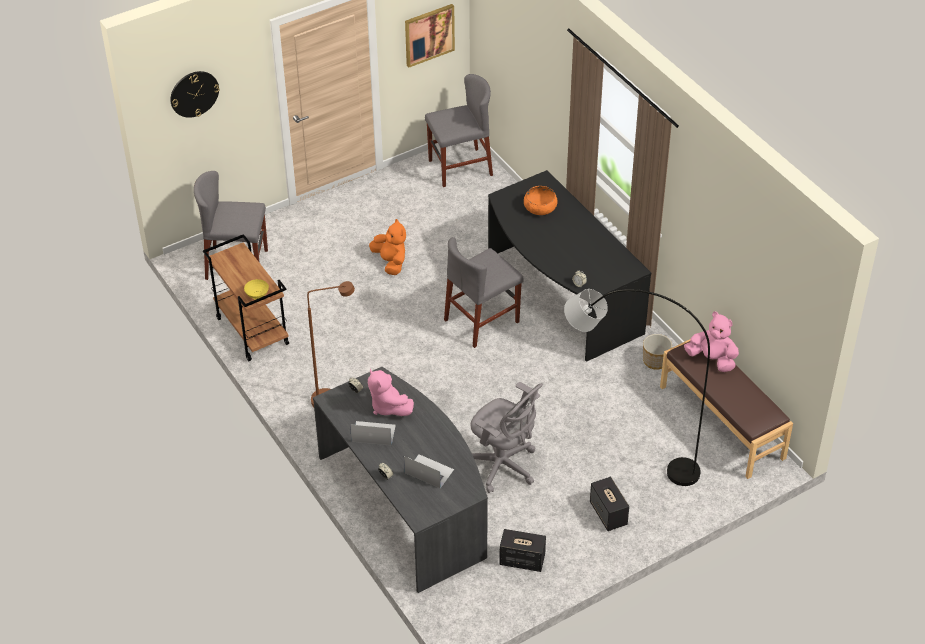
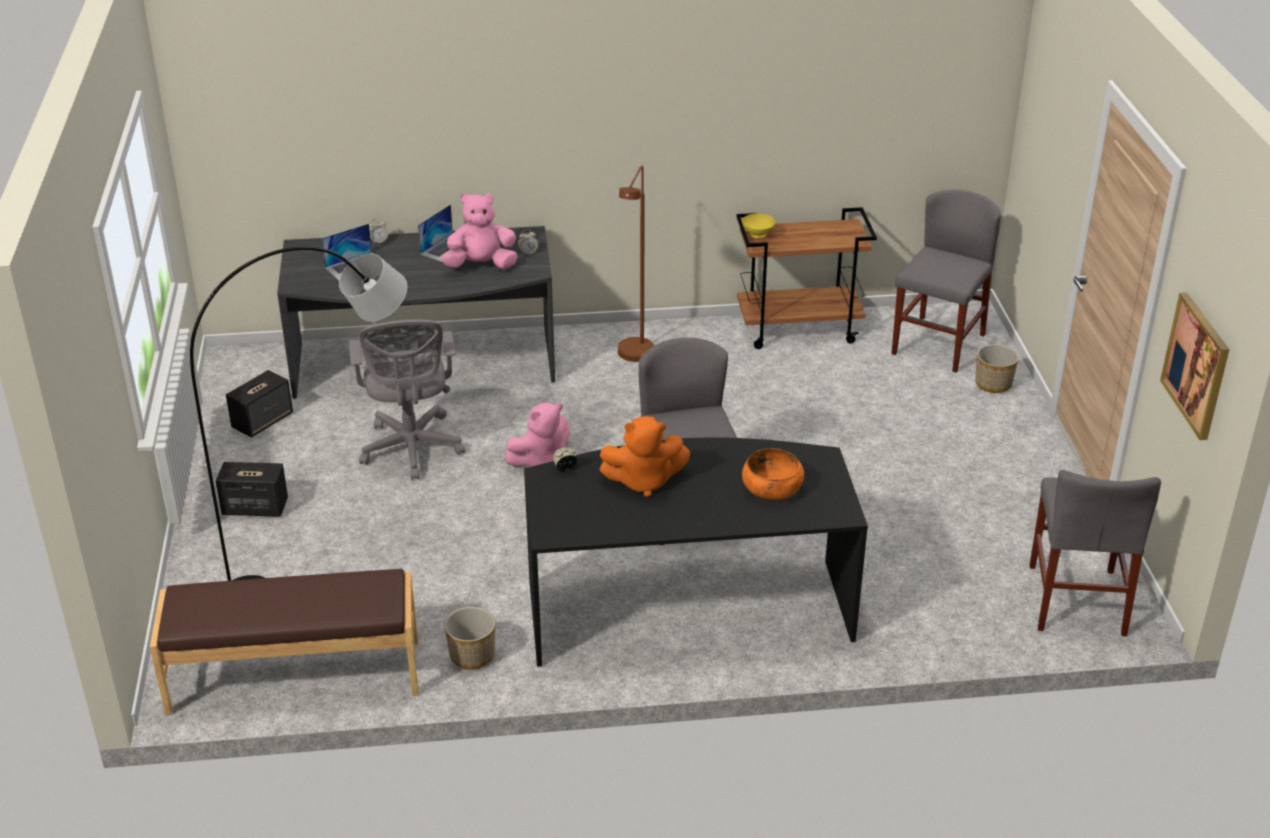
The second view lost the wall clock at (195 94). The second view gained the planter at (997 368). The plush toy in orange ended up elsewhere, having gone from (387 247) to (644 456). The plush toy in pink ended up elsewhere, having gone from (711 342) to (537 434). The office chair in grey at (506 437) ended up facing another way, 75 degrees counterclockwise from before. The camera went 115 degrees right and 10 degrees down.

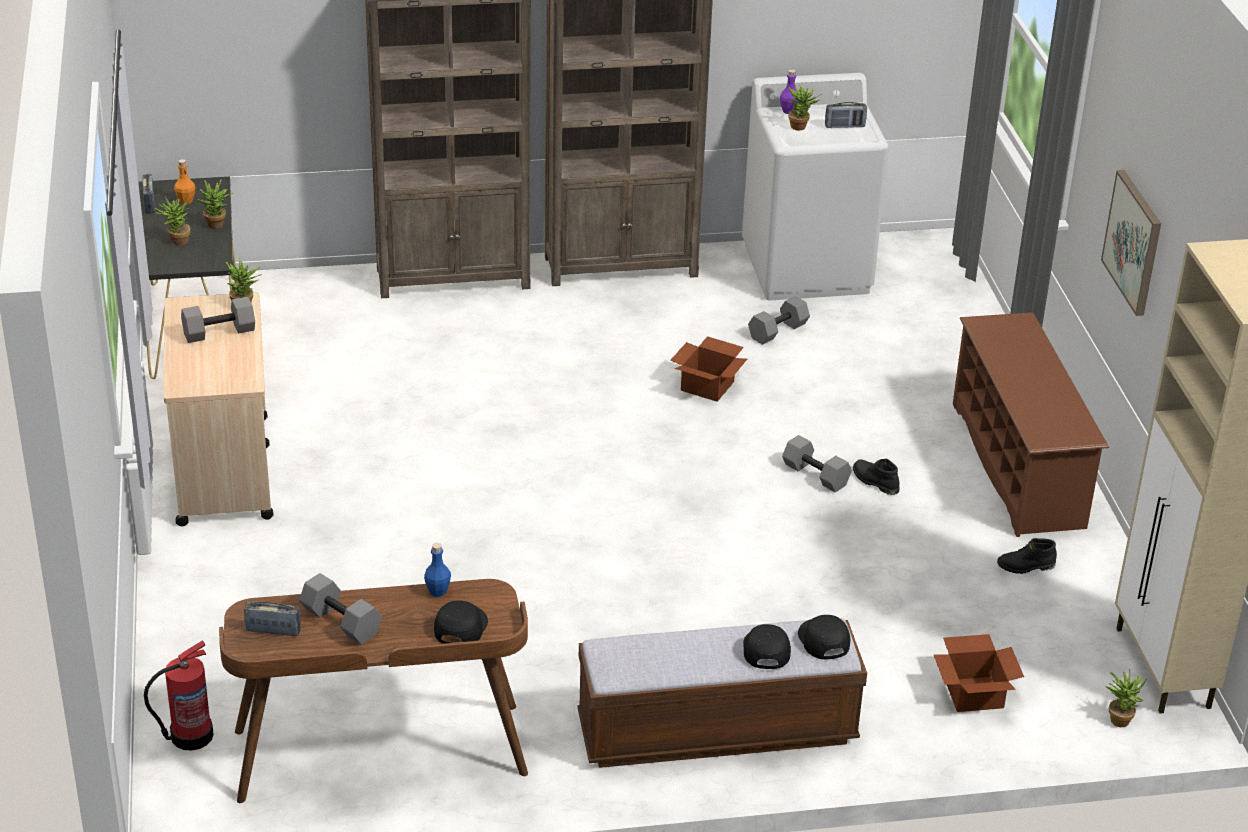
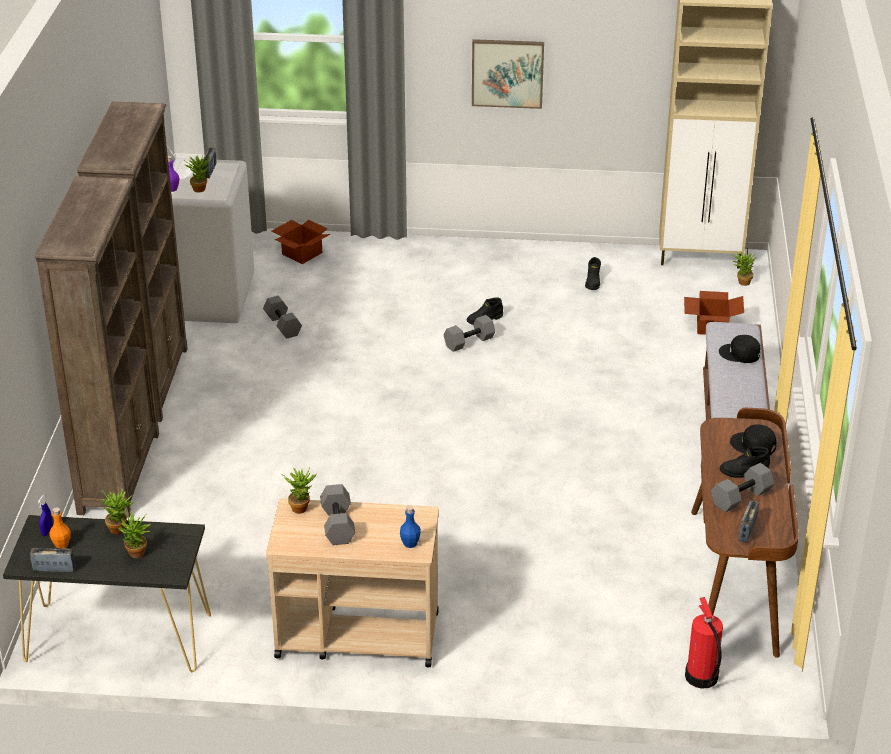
The second view lost the cap in black at (824 637). The second view lost the shoe rack in brown at (1031 424). The second view gained the spray bottle in blue at (45 515). The second view gained the boot in black at (745 462). The bottle in blue ended up elsewhere, having gone from (437 570) to (410 526). The cardboard box ended up elsewhere, having gone from (708 369) to (301 242). The camera went 75 degrees left and 0 degrees up.

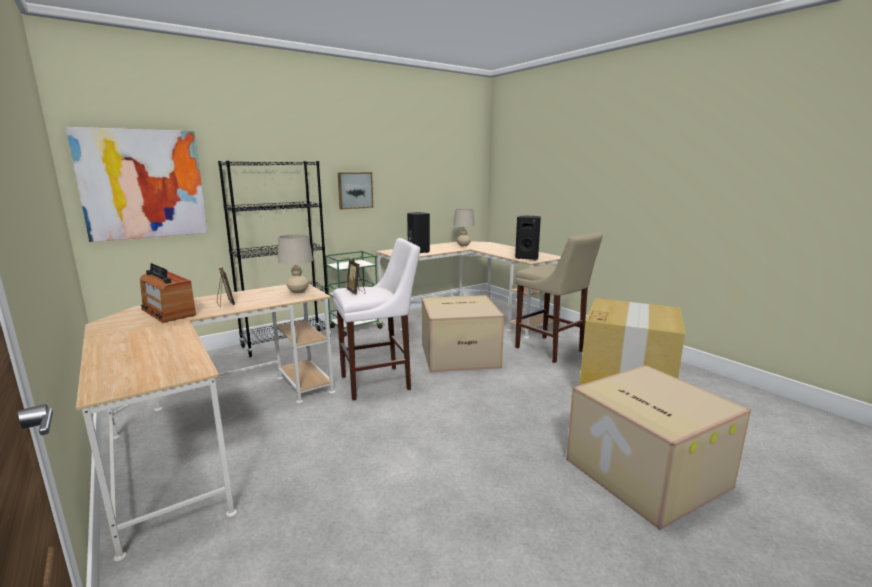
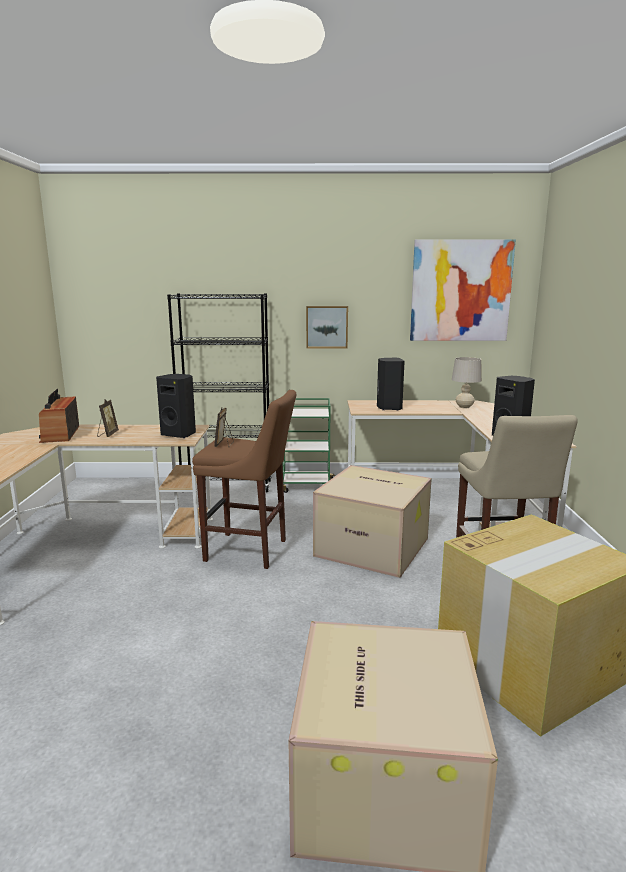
The picture ended up elsewhere, having gone from (137 184) to (463 290). Where the table lamp in beige stood at (295 264), the speaker in black came to stand at (176 406). What was the stool in white at (376 319) turned into the stool in brown at (244 479). The camera went 35 degrees right and 0 degrees up.

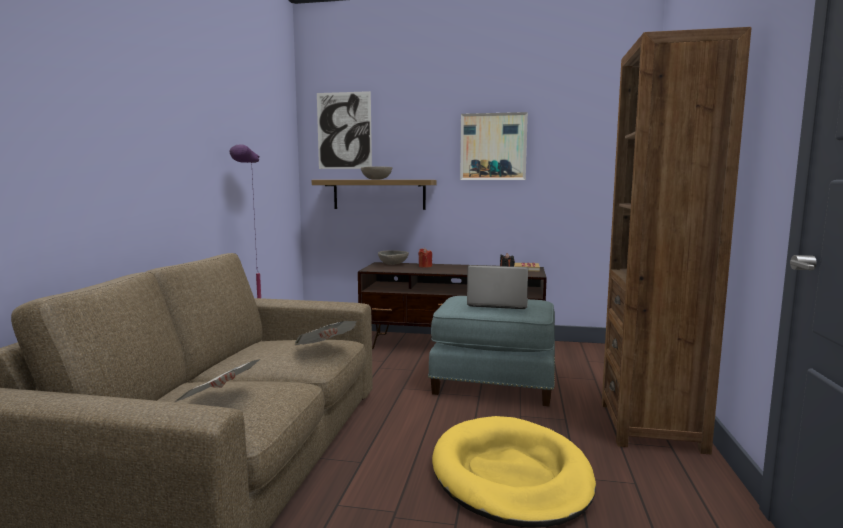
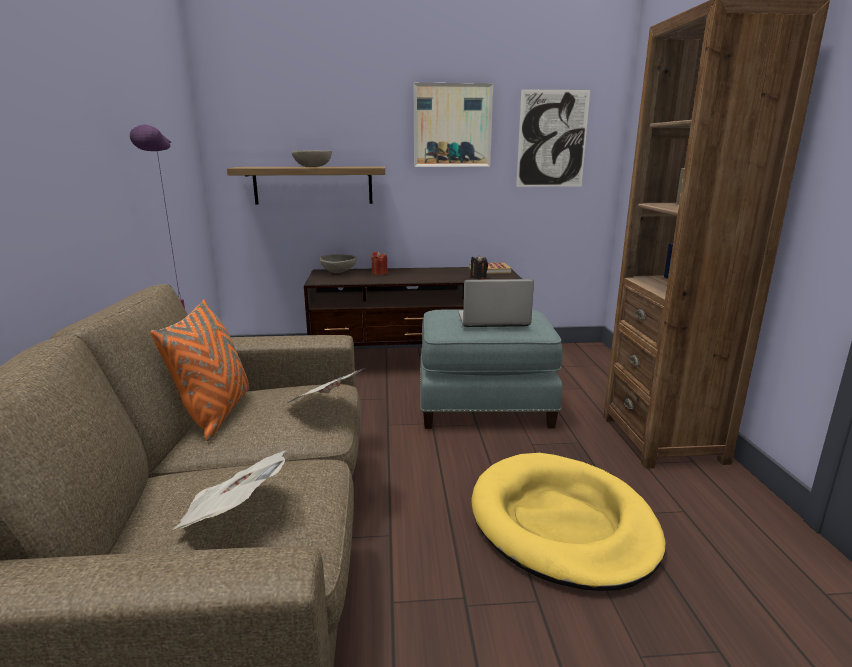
The second view gained the pillow in orange at (199 370). The picture ended up elsewhere, having gone from (344 130) to (553 138). The camera went 15 degrees left and 10 degrees up.

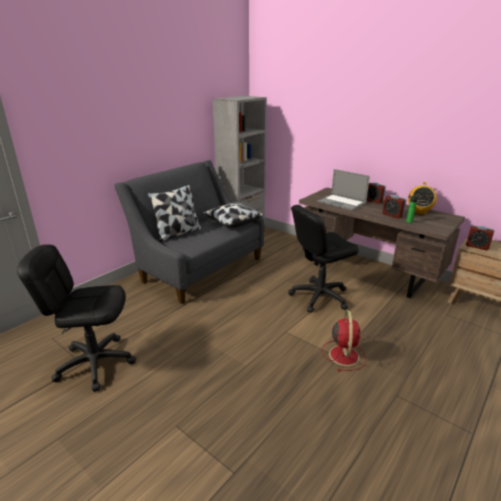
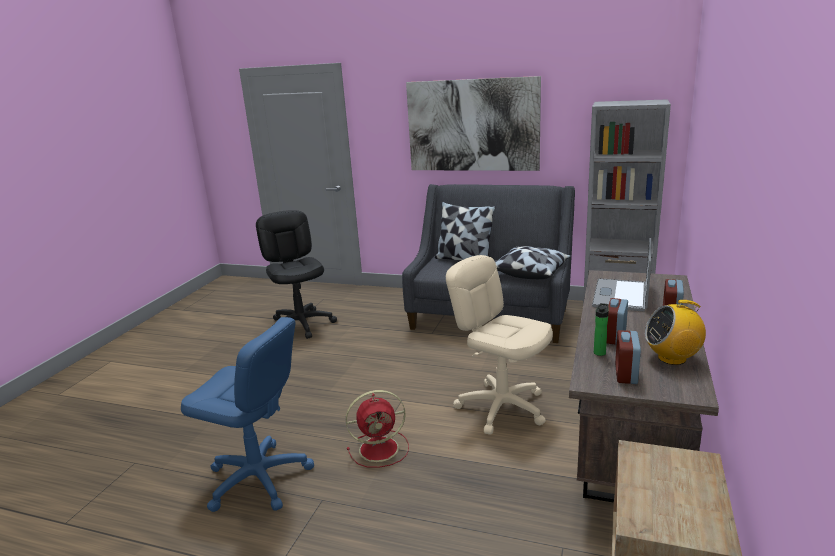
The second view gained the office chair in blue at (247 414). The second view gained the picture at (473 123). The alarm clock ended up elsewhere, having gone from (480 237) to (628 357). What was the office chair in black at (323 259) turned into the office chair in beige at (499 345). The camera went 70 degrees right and 5 degrees down.

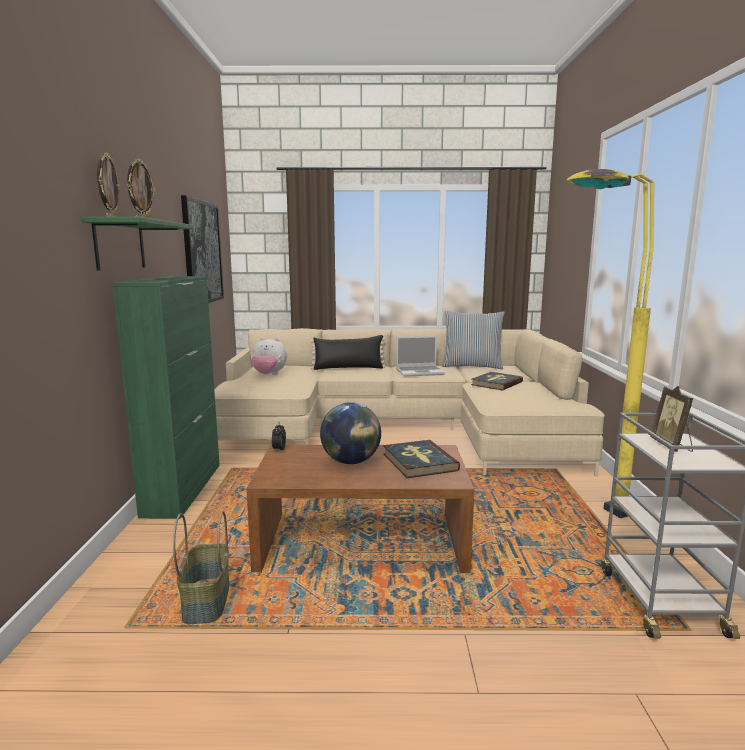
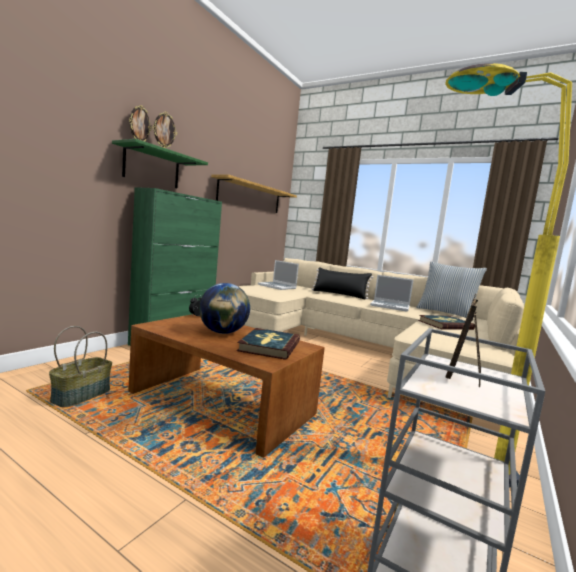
Where the picture hung at (202 249), the shelf came to hang at (254 193). Where the plush toy stood at (269 356), the laptop came to stand at (278 275). The camera went 30 degrees right and 5 degrees down.

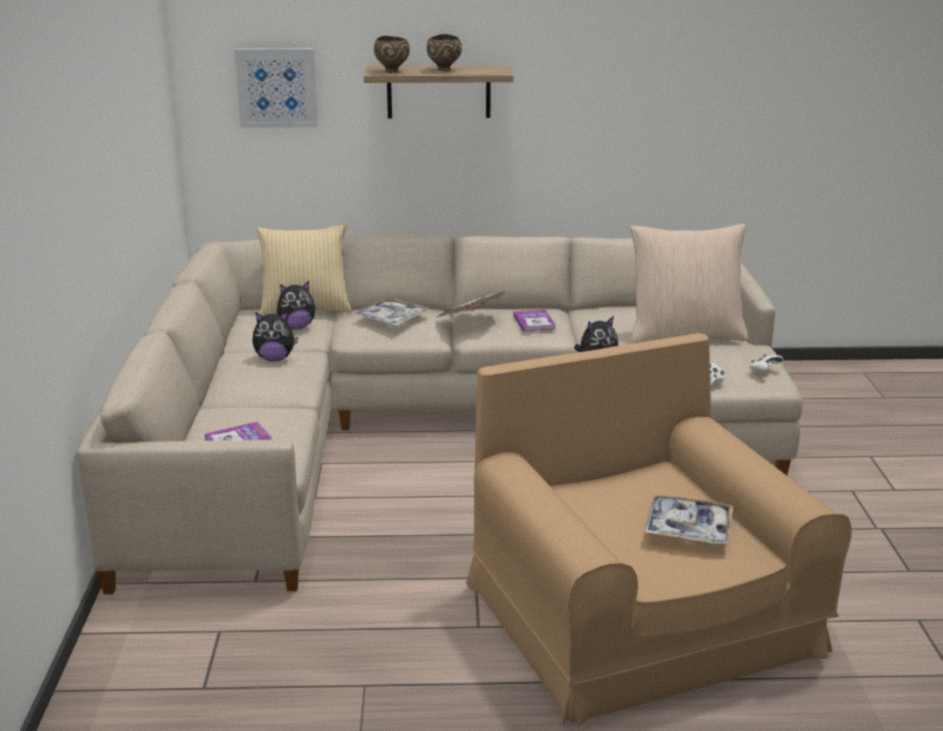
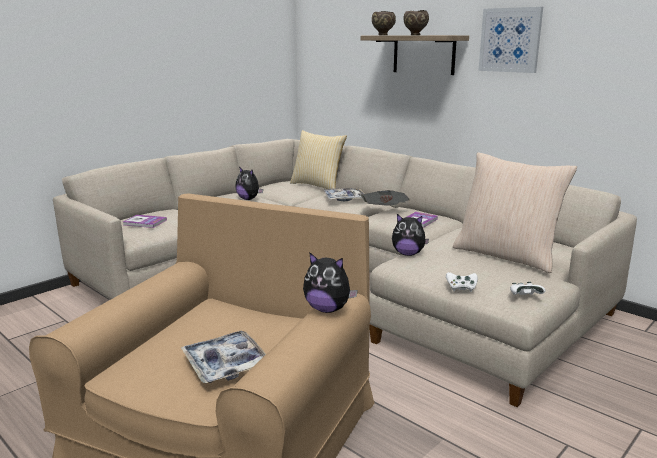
The picture ended up elsewhere, having gone from (276 88) to (510 40). The plush toy ended up elsewhere, having gone from (296 305) to (330 282). The camera went 45 degrees right and 5 degrees down.

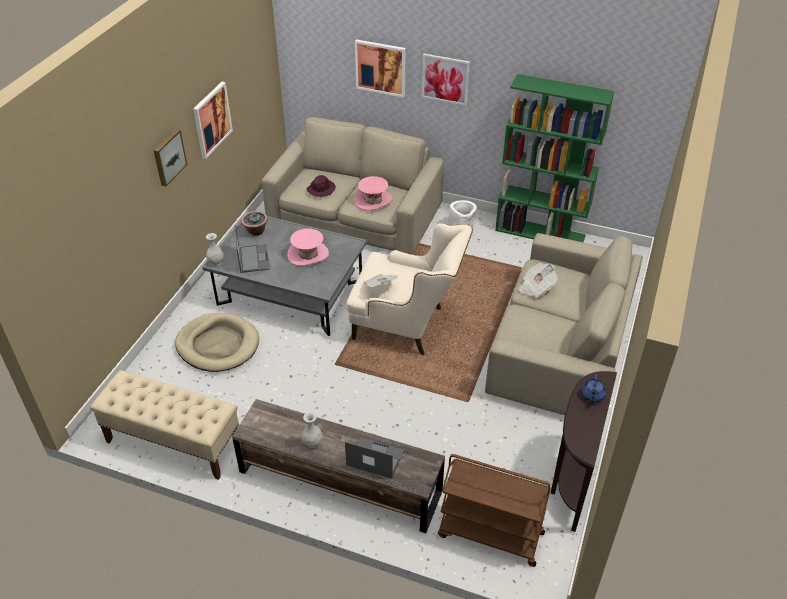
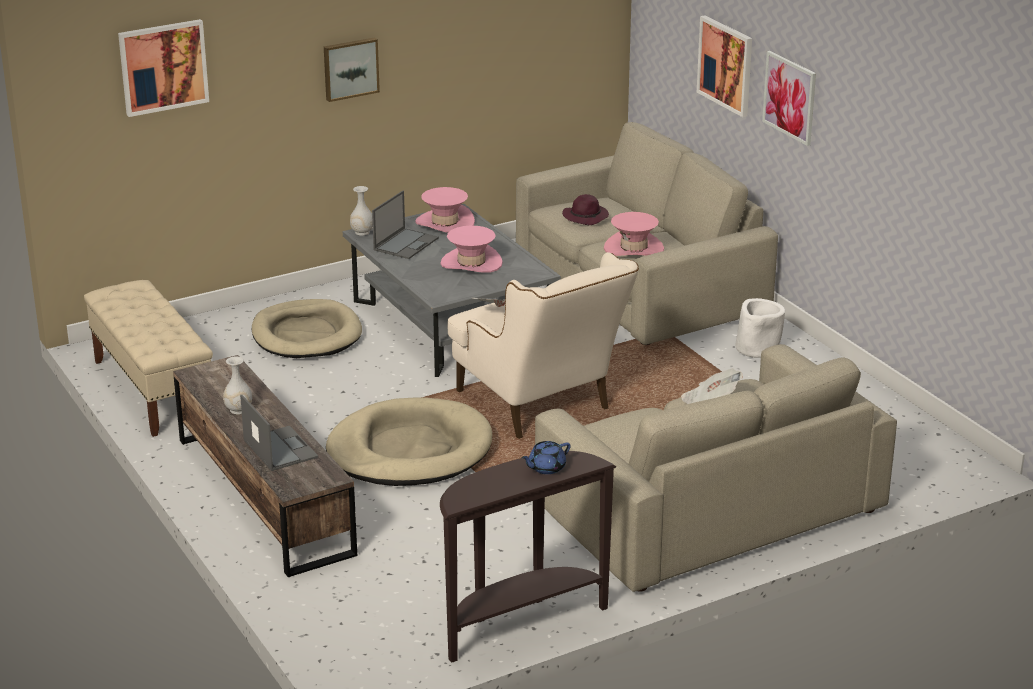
The second view lost the cart in brown at (494 510). The second view lost the bookcase in green at (554 158). The second view gained the dog bed in beige at (409 442). The picture ended up elsewhere, having gone from (213 120) to (163 68). Where the potted plant stood at (254 223), the hat in pink came to stand at (445 210). The camera went 40 degrees right and 15 degrees down.

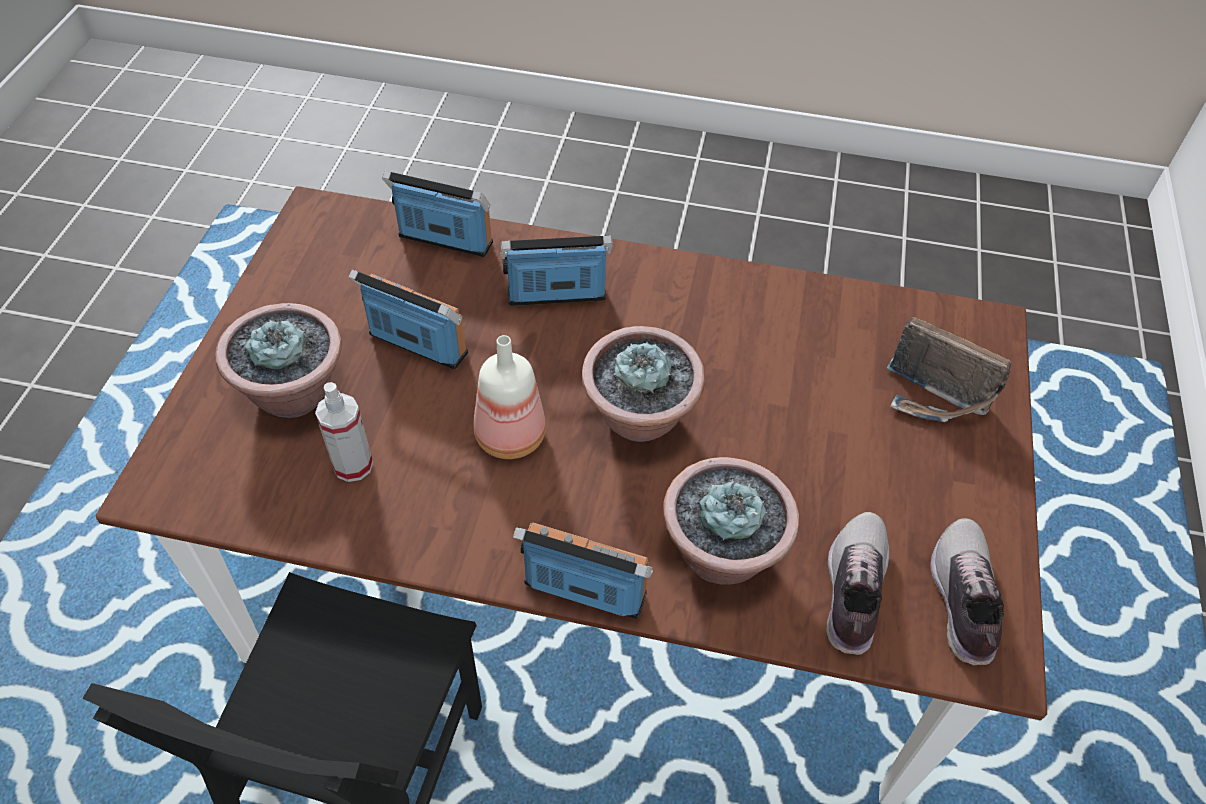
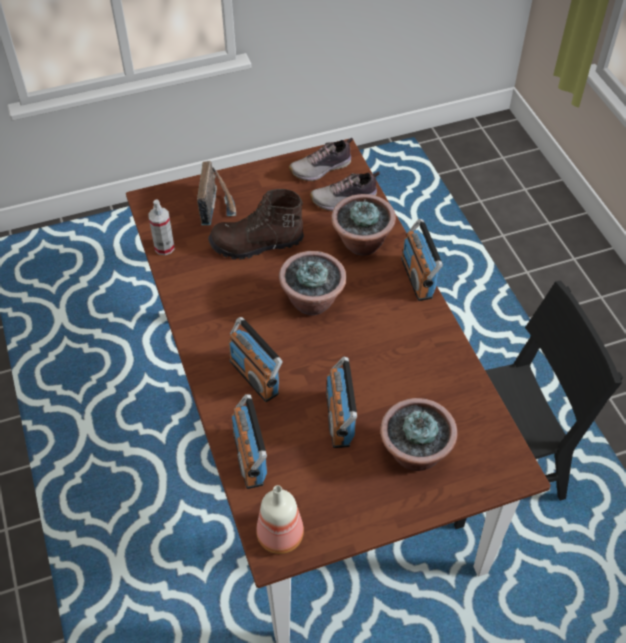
The second view gained the boot in brown at (256 224). The spray bottle ended up elsewhere, having gone from (344 432) to (161 227). The bottle ended up elsewhere, having gone from (510 397) to (280 519). The camera went 120 degrees left and 0 degrees up.

